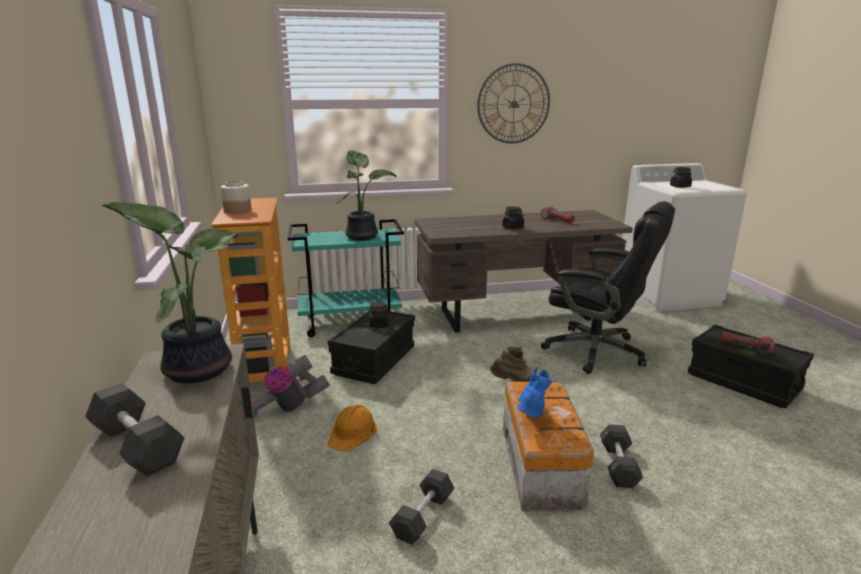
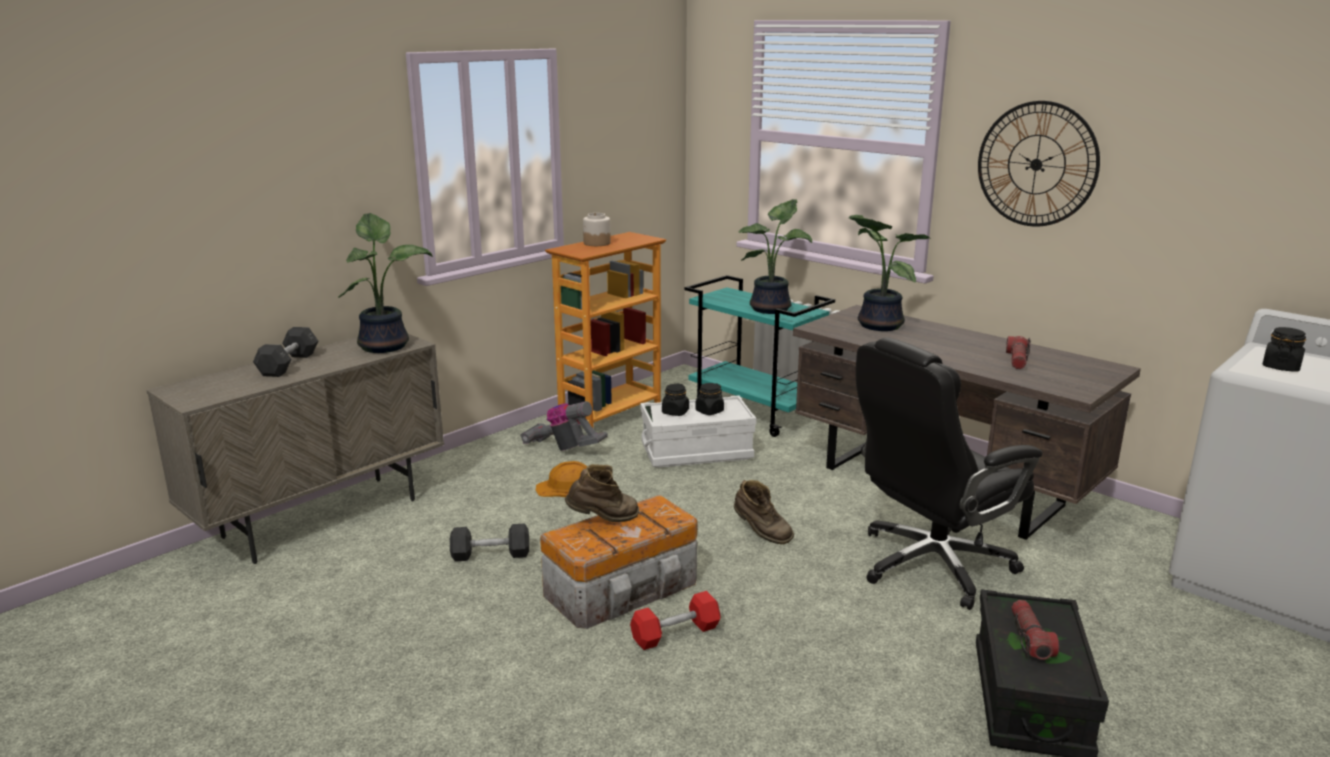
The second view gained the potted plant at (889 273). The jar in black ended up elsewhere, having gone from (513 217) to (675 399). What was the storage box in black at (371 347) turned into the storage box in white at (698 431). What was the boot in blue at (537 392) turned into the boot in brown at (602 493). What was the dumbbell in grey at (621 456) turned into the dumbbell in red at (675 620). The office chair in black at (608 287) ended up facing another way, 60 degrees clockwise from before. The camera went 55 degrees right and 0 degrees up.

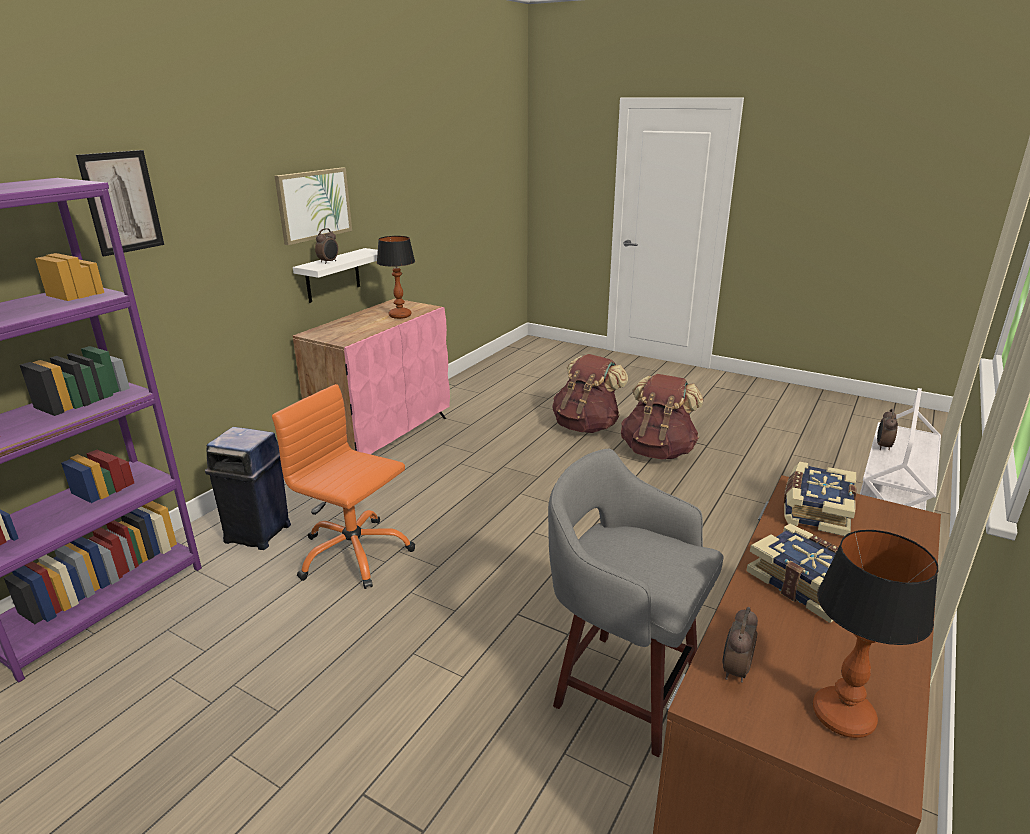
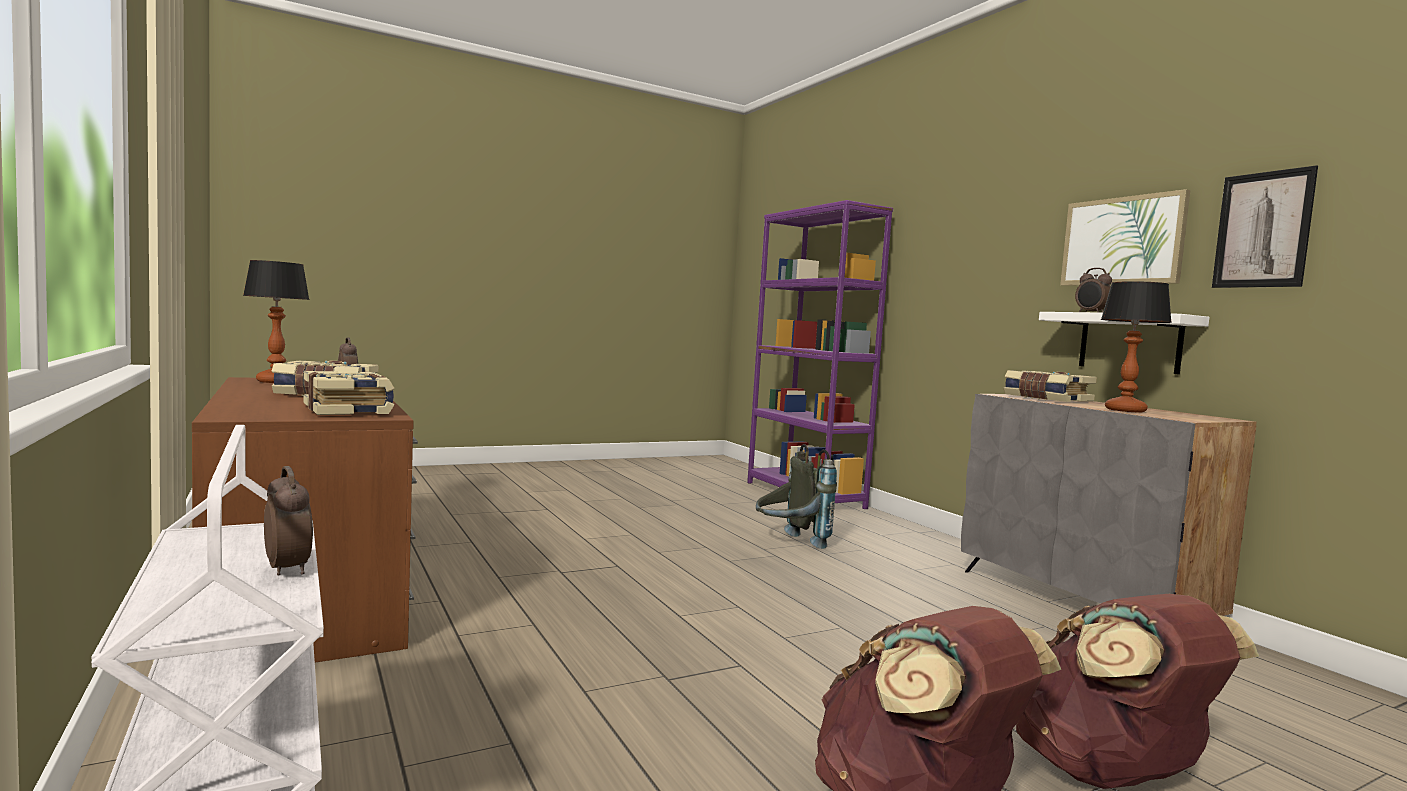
The second view lost the trash can in blue at (248 488). The second view lost the stool in grey at (636 603). The second view gained the book at (1050 386). The picture ended up elsewhere, having gone from (120 203) to (1265 226). Where the office chair in orange stood at (343 486), the backpack in grey came to stand at (796 496). What was the cabinet in pink at (371 376) turned into the cabinet in grey at (1109 505). The camera went 120 degrees right and 20 degrees down.

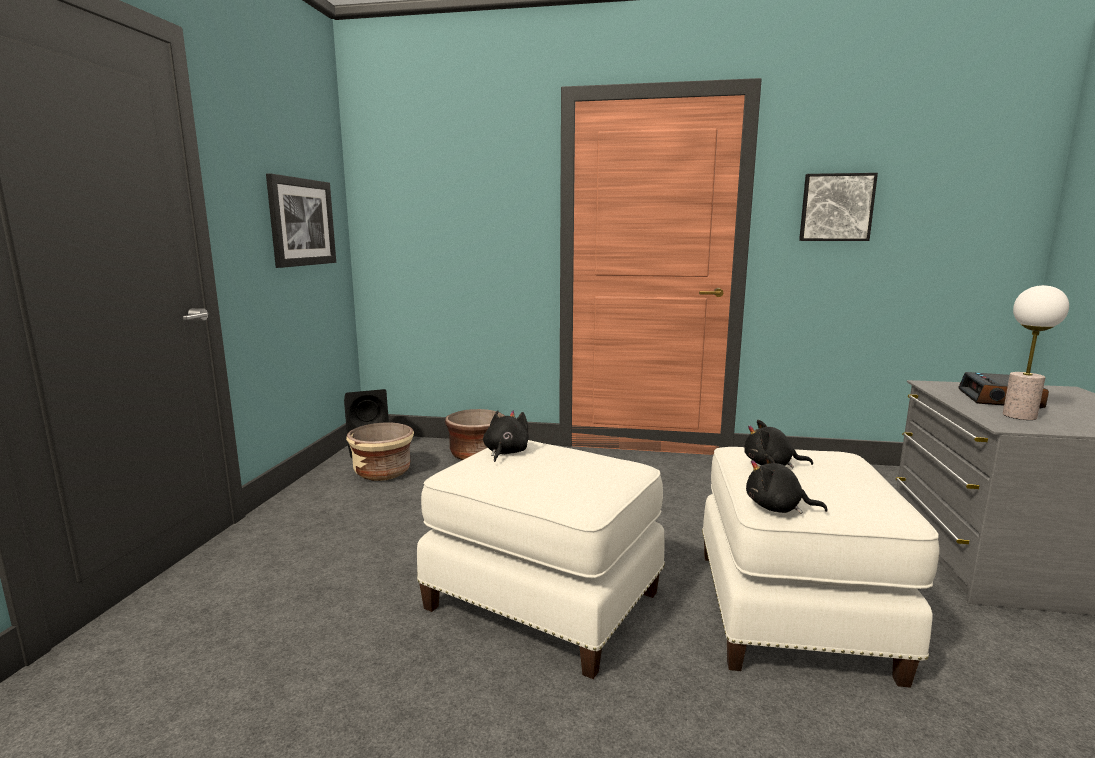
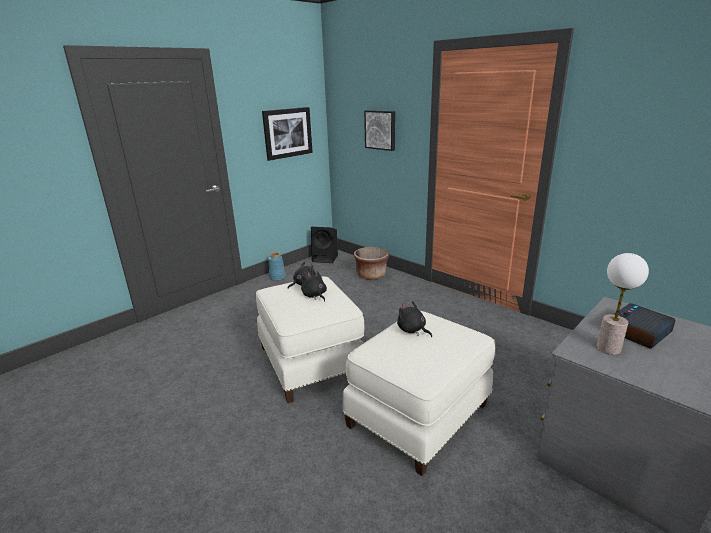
The second view lost the planter in beige at (380 452). The second view gained the vase in blue at (276 266). The plush toy in black ended up elsewhere, having gone from (787 484) to (314 286). The picture ended up elsewhere, having gone from (838 207) to (379 130). The camera went 35 degrees right and 10 degrees up.

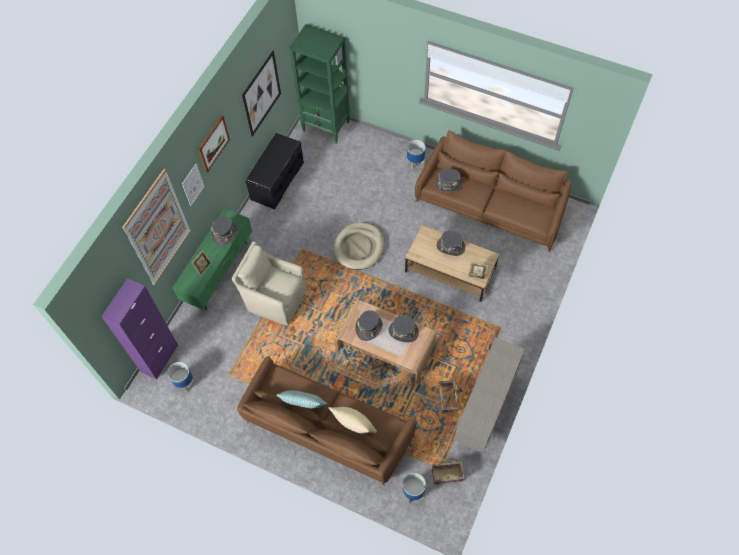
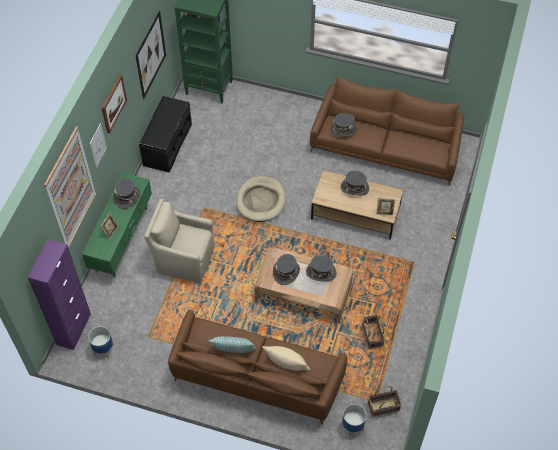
The second view lost the planter at (416 155). The second view lost the cabinet in beige at (489 395). The camera went 10 degrees left and 5 degrees down.

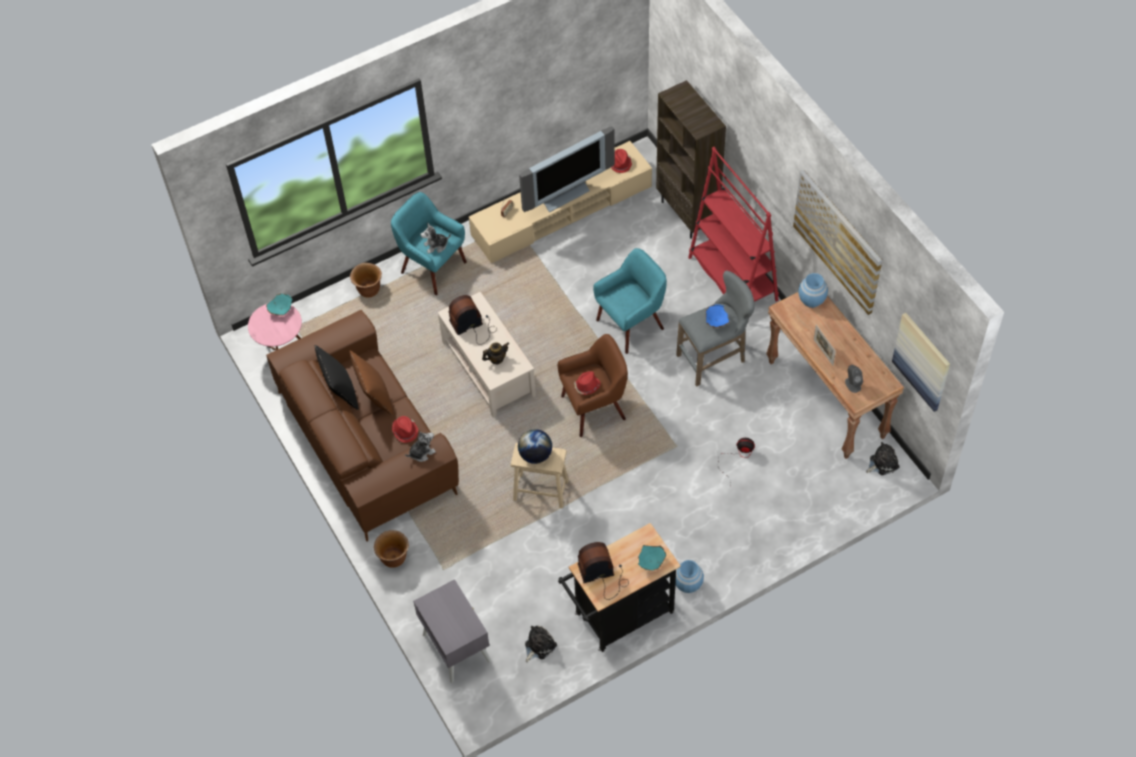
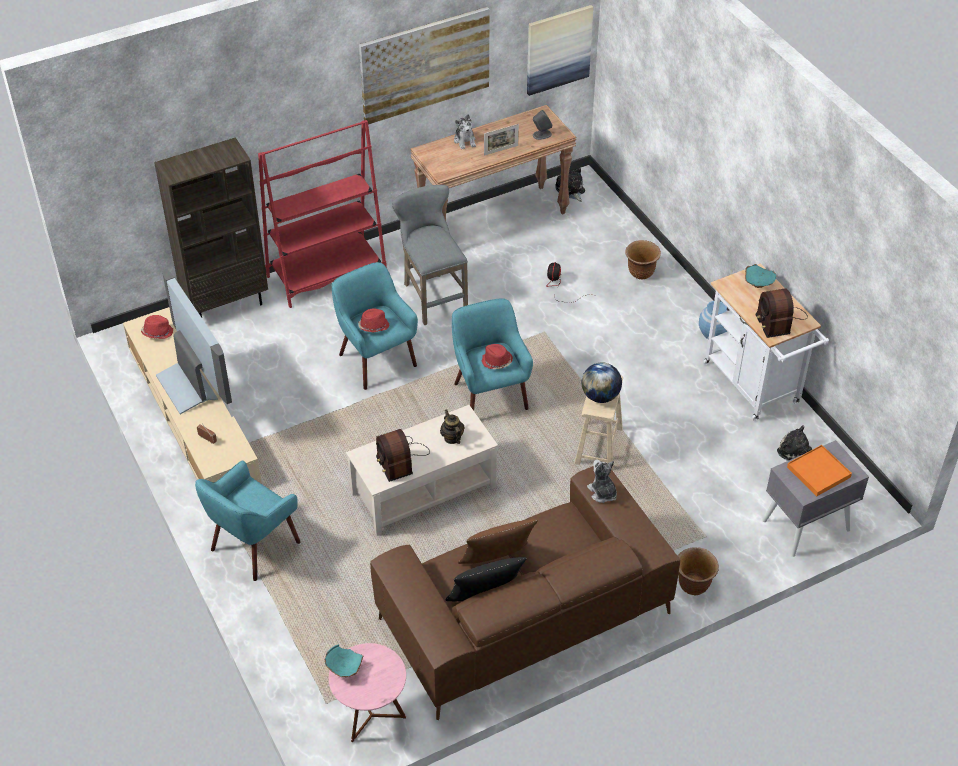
The second view lost the bowl in blue at (718 316). The second view lost the vase in blue at (813 290). The second view gained the tray in orange at (819 470). The planter in brown ended up elsewhere, having gone from (366 280) to (643 259). The hat in red ended up elsewhere, having gone from (405 429) to (373 321). The plush toy ended up elsewhere, having gone from (436 238) to (465 131). What was the armchair in brown at (592 385) turned into the armchair in turquoise at (492 354). What was the cart in black at (619 587) turned into the cart in white at (766 342). The camera went 90 degrees left and 10 degrees down.

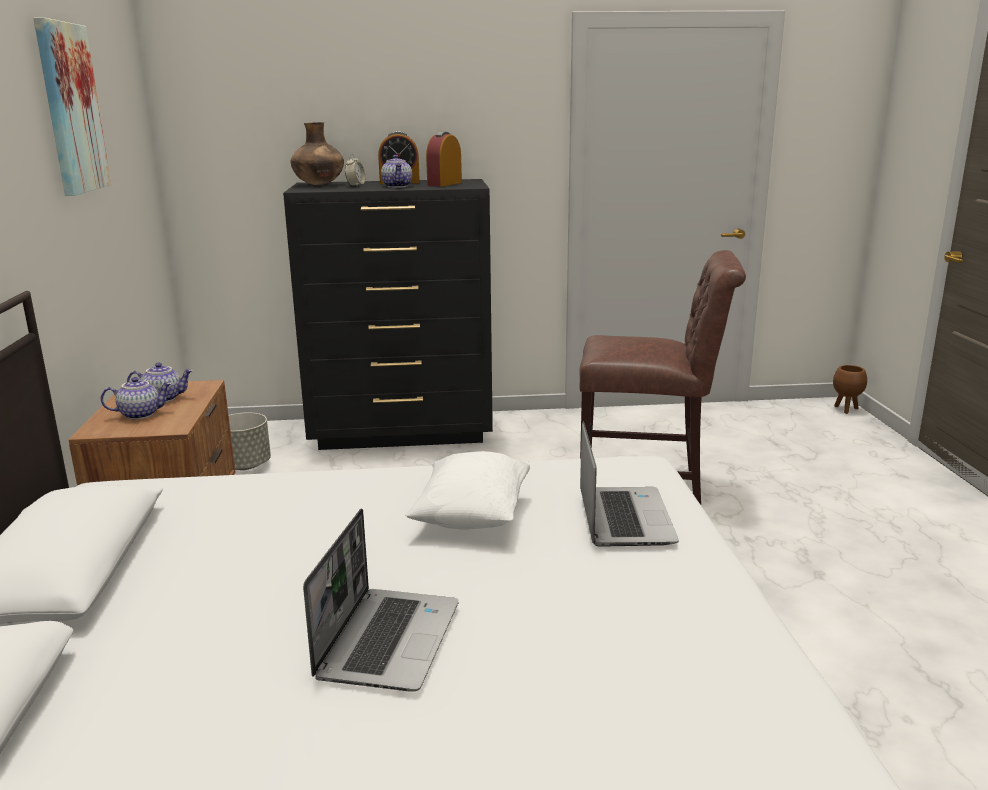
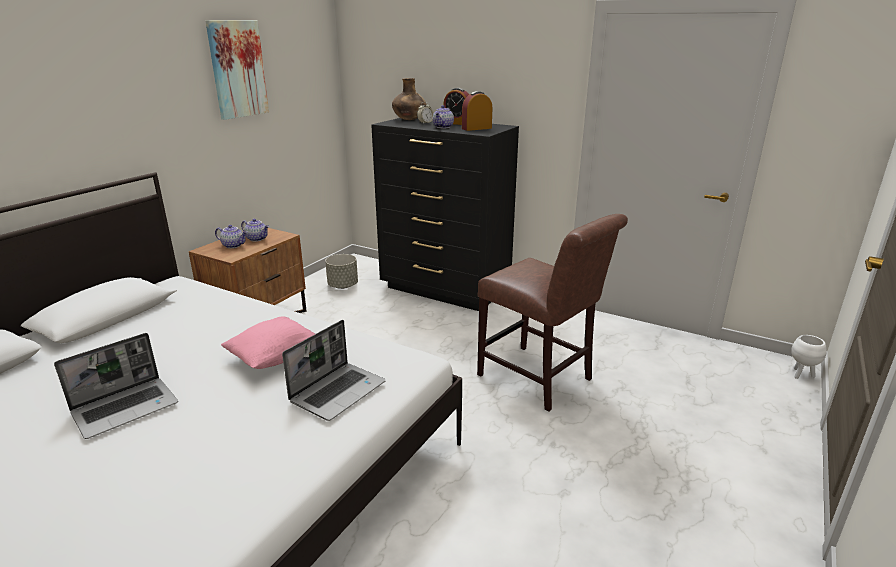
What was the pillow in white at (467 490) turned into the pillow in pink at (268 342). What was the planter in brown at (850 389) turned into the planter in white at (809 357). The camera went 35 degrees right and 5 degrees up.

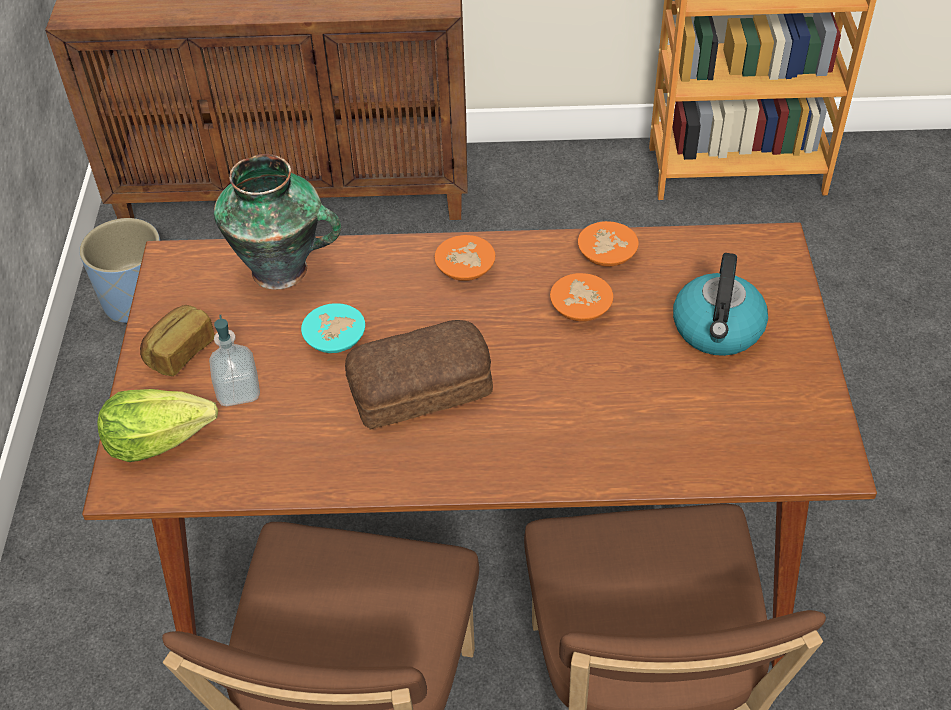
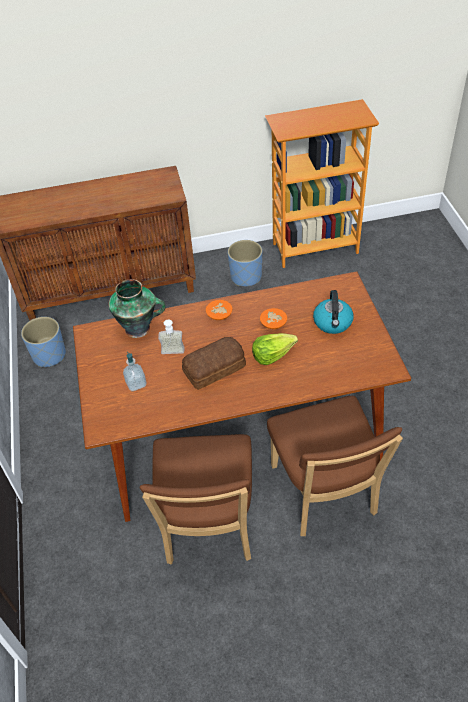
The second view lost the bread at (177 340). The second view lost the bowl in orange at (608 244). The second view gained the planter in blue at (245 263). The lettuce ended up elsewhere, having gone from (157 425) to (275 349). Where the bowl in turquoise stood at (333 328), the soap dispenser came to stand at (171 336). The camera went 10 degrees left and 0 degrees up.

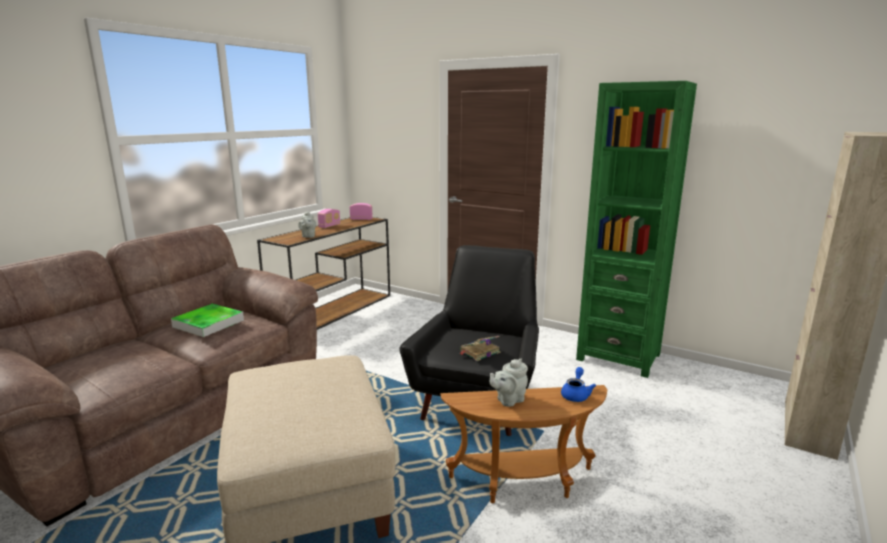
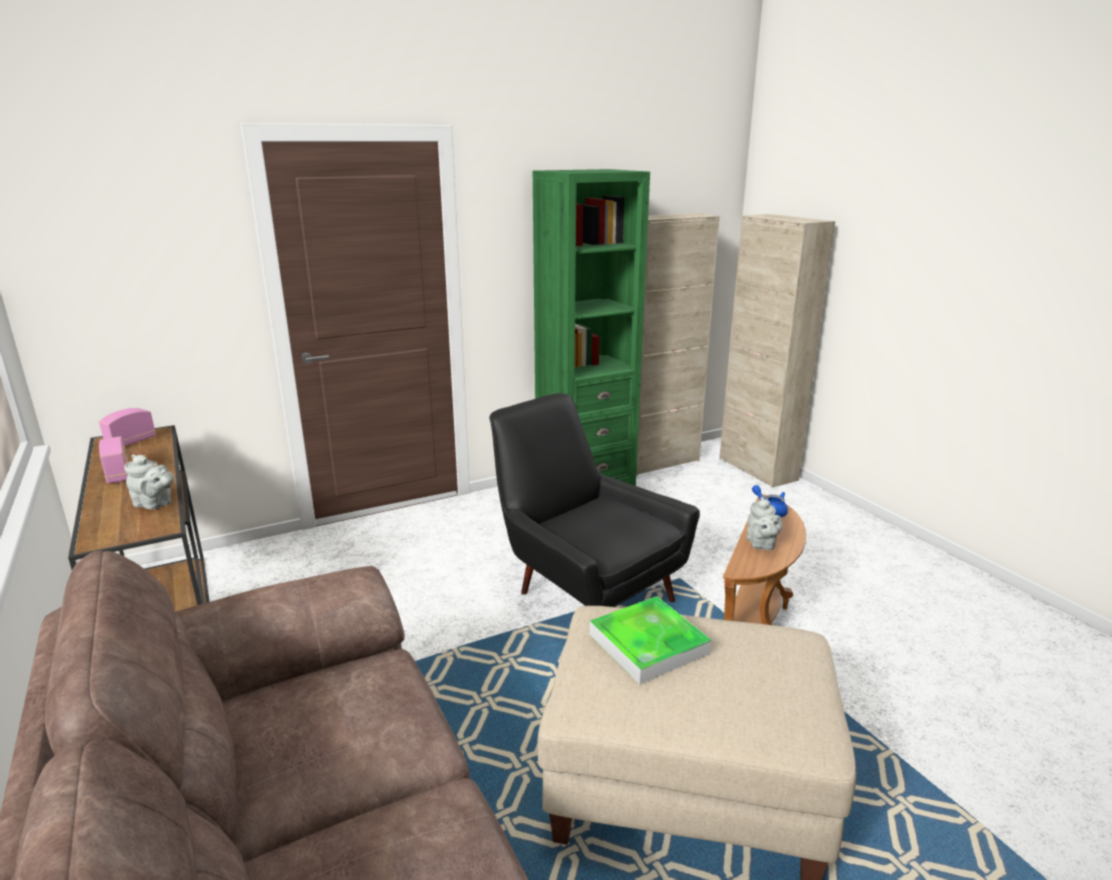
The second view lost the book at (479 348). The second view gained the cabinet in beige at (678 344). The tray ended up elsewhere, having gone from (207 320) to (650 640). The camera went 60 degrees left and 5 degrees up.

